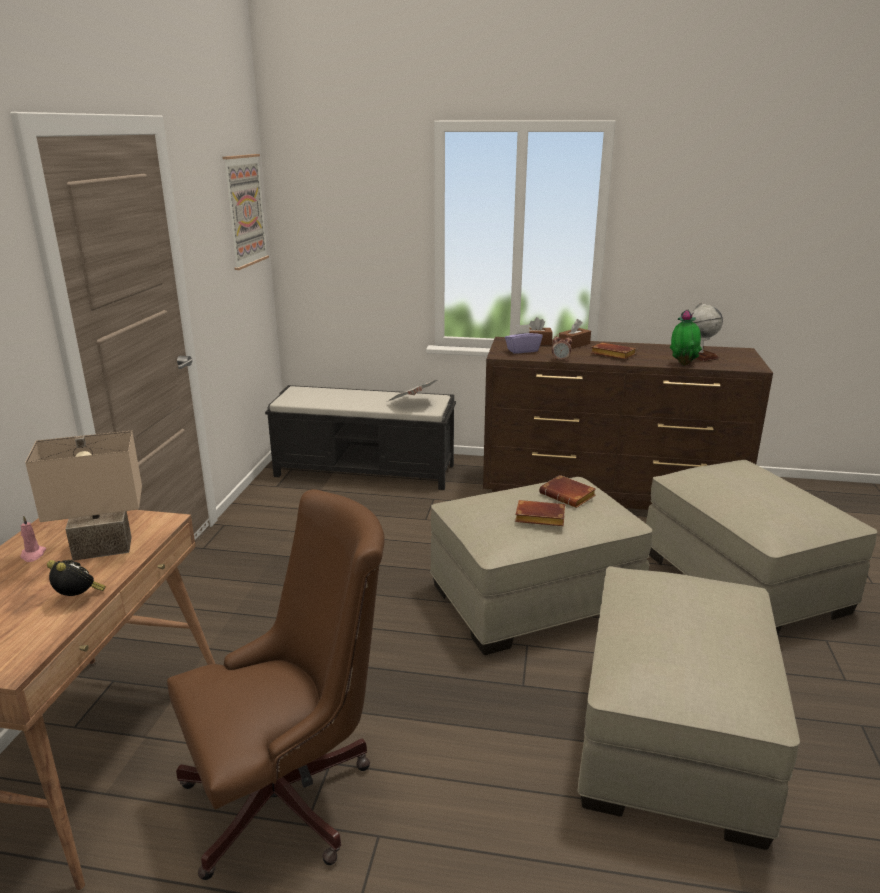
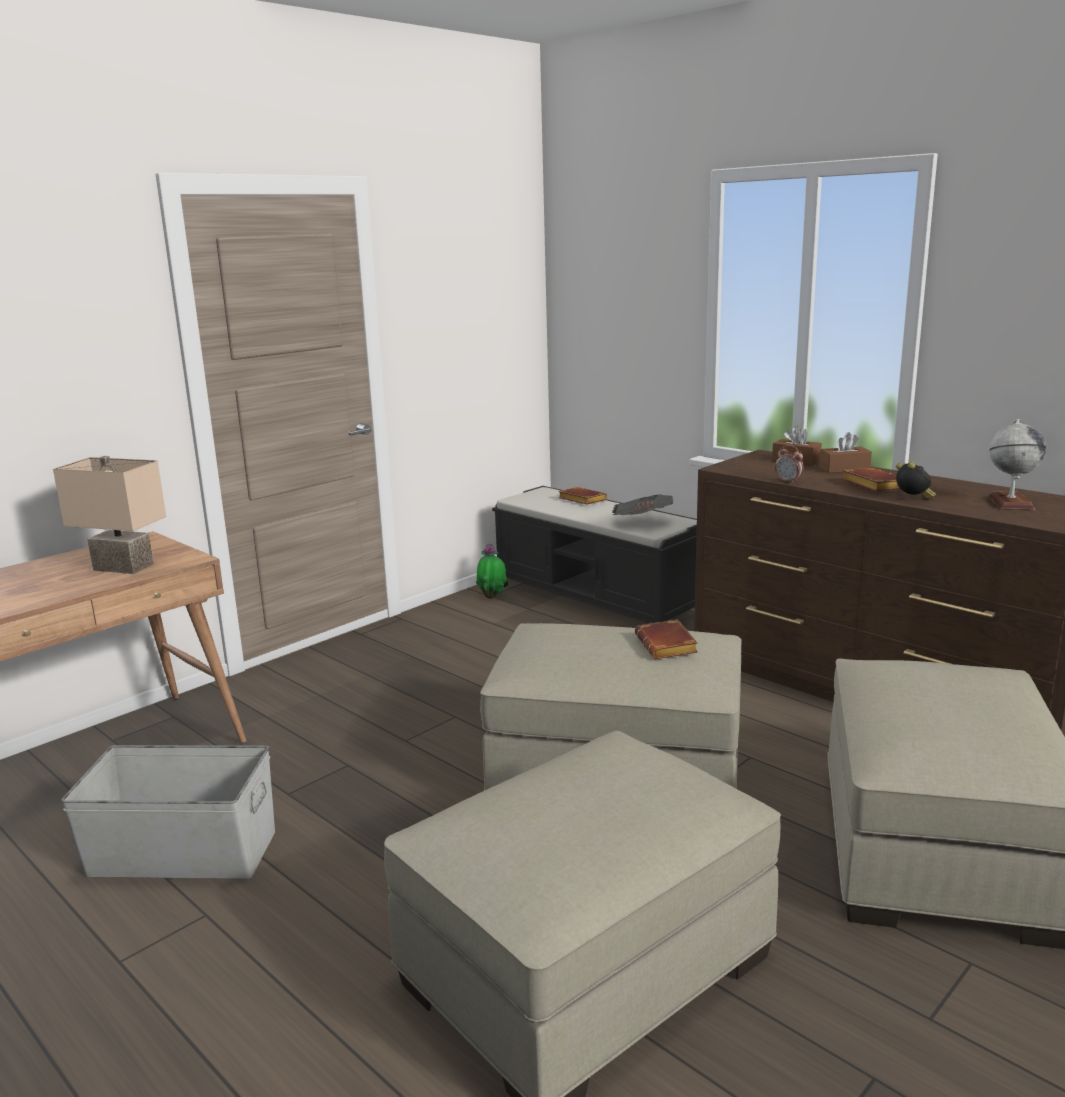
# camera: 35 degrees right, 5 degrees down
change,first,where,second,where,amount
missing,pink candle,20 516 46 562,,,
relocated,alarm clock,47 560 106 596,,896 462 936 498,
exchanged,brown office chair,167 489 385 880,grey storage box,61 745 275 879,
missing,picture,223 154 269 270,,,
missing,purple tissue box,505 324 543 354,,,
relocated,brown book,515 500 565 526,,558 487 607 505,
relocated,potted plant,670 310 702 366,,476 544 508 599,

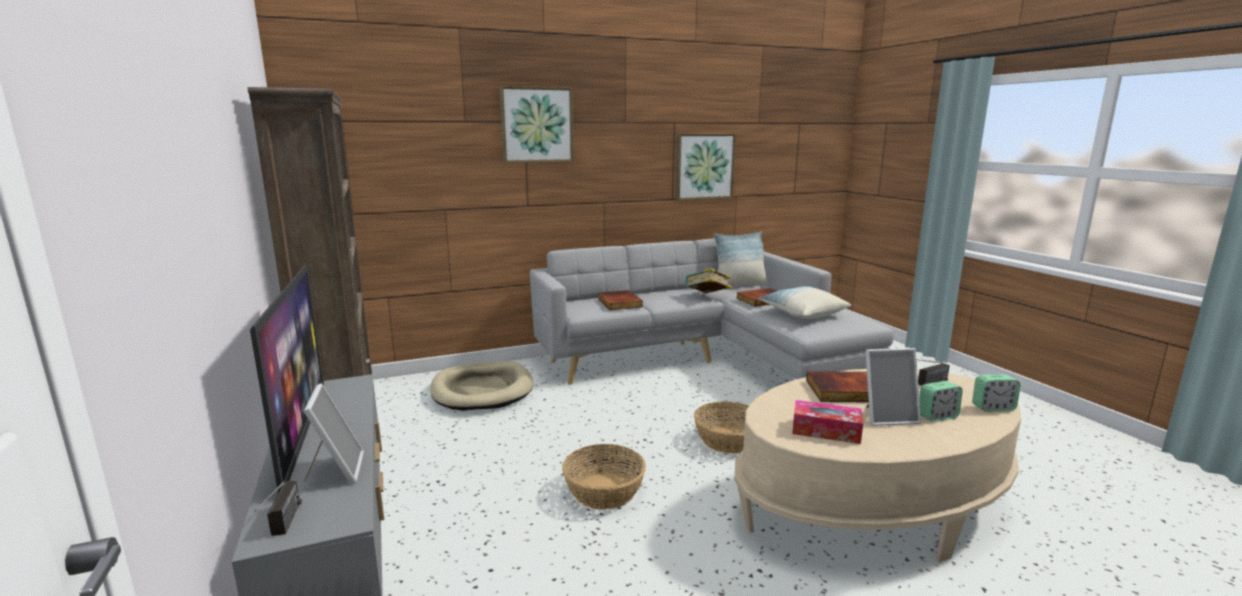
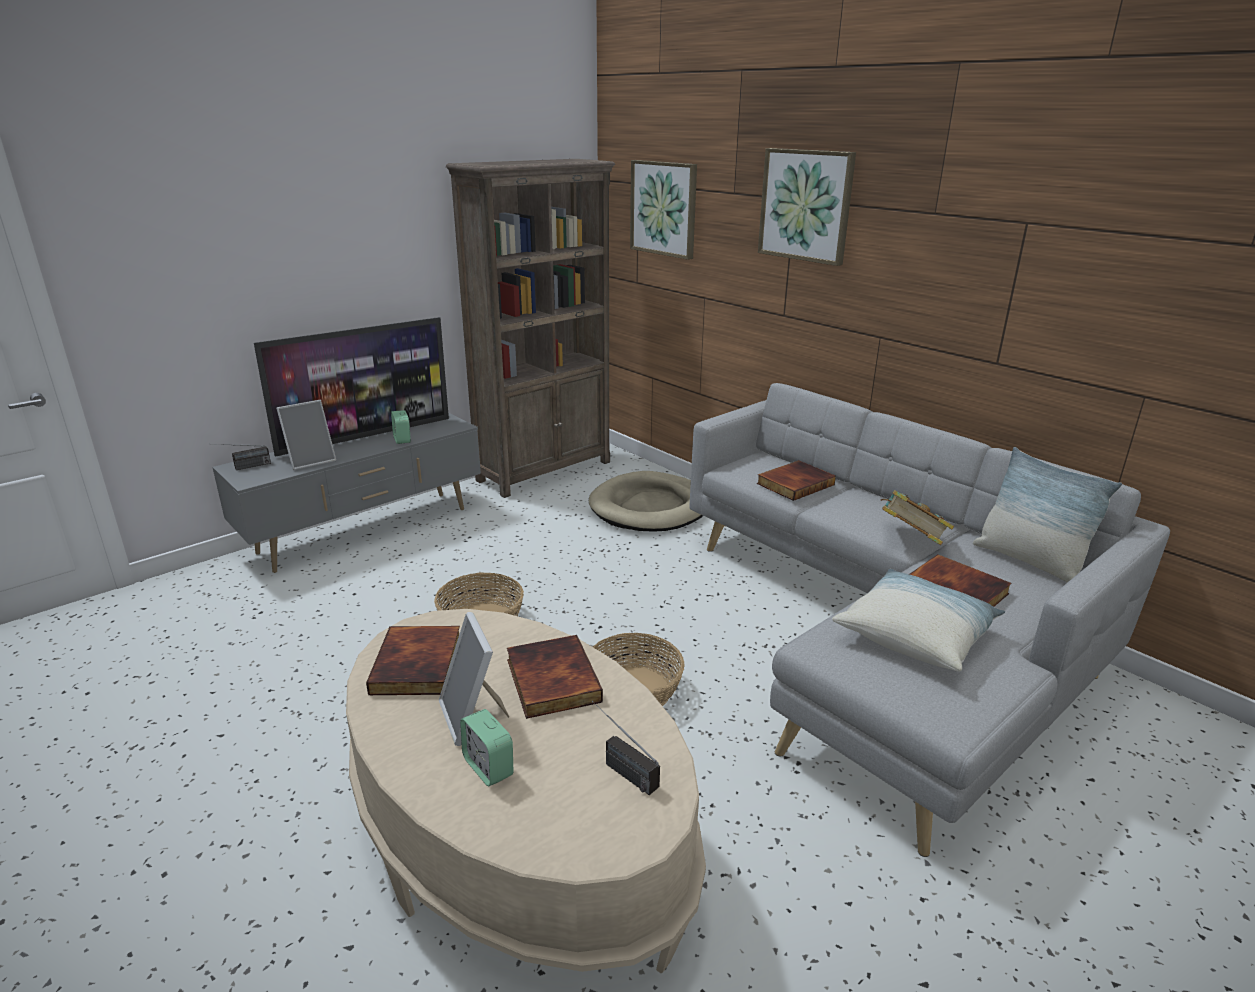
# camera: 70 degrees right, 10 degrees up
change,first,where,second,where,amount
relocated,picture,676 134 736 201,,630 160 697 260,
exchanged,tissue box,792 400 863 444,book,366 626 460 695,
relocated,alarm clock,972 374 1021 412,,391 410 411 444,

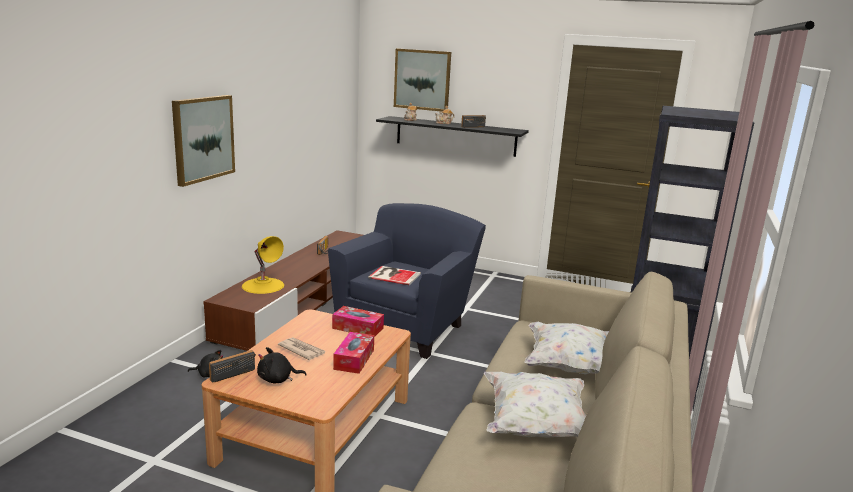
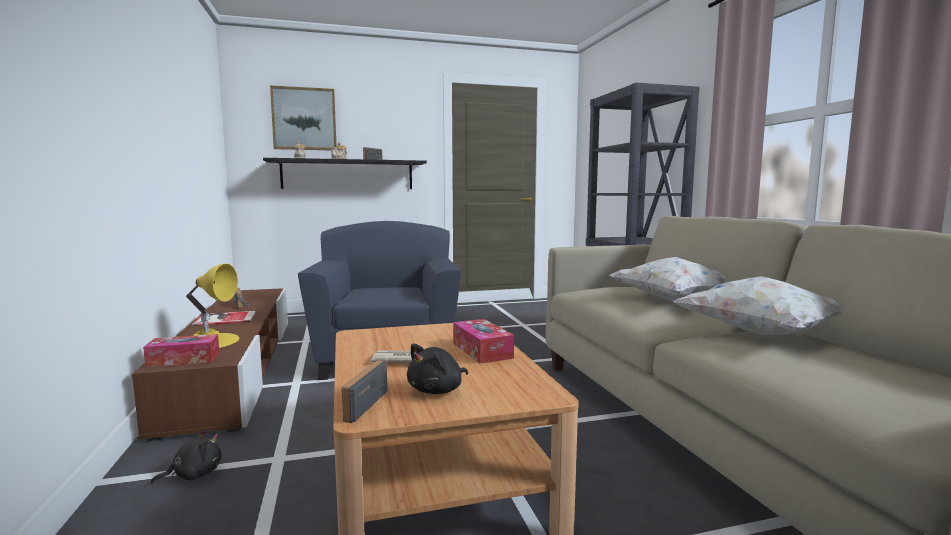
# camera: 35 degrees left, 10 degrees down
change,first,where,second,where,amount
missing,picture,172 95 235 187,,,
relocated,tissue box,332 306 384 337,,143 334 219 367,
relocated,book,368 266 421 285,,192 311 256 326,

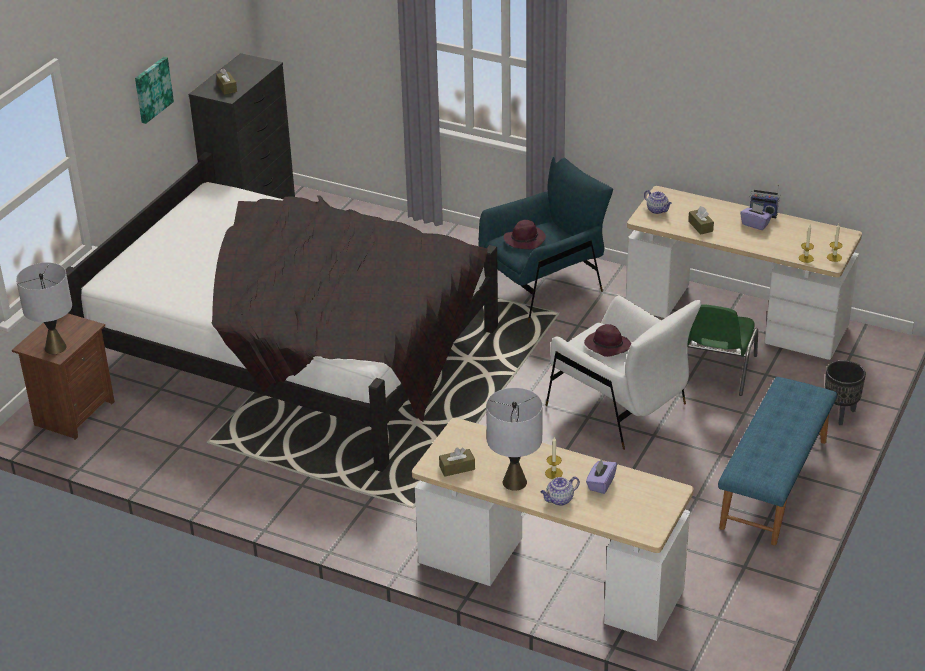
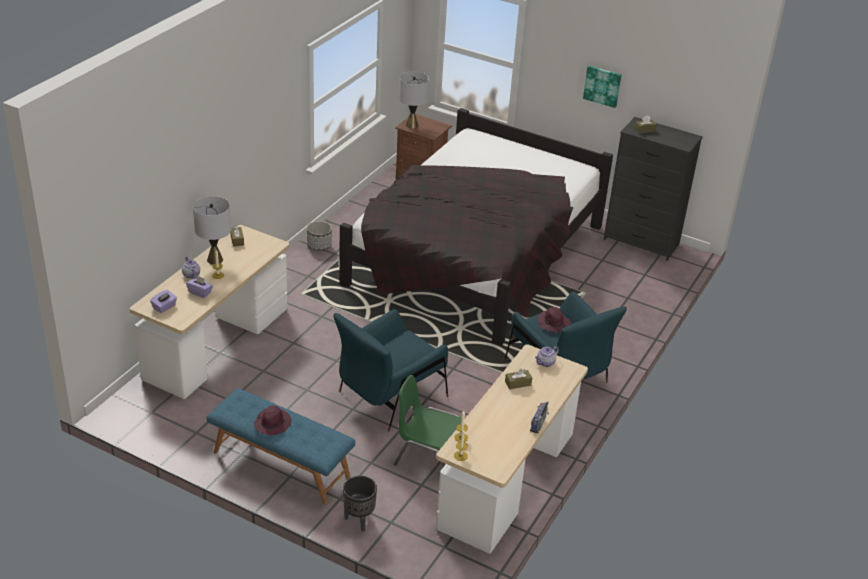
# camera: 90 degrees right, 0 degrees up
change,first,where,second,where,amount
colour,white armchair,545 296 701 450,blue armchair,334 309 448 431,
relocated,purple hat,584 324 631 357,,254 406 292 435,
relocated,purple tissue box,740 203 772 230,,150 290 177 313,
appeared,,,planter,307 221 332 251,

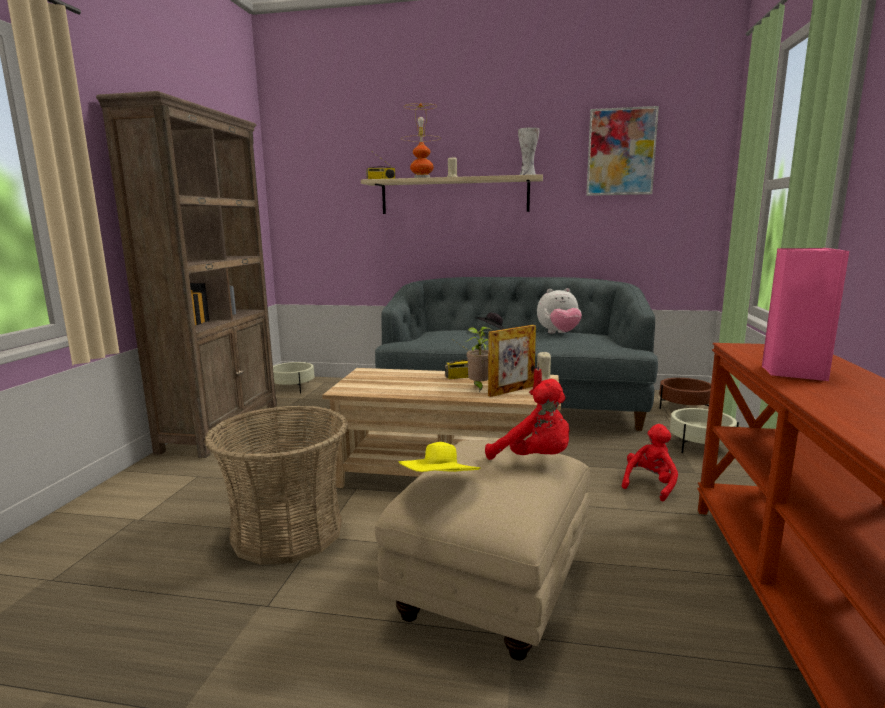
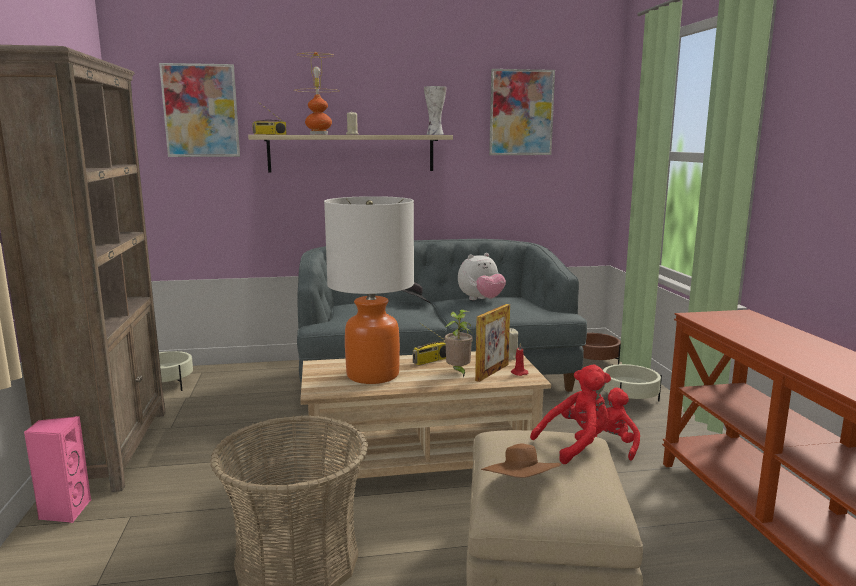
# camera: 20 degrees left, 0 degrees up
change,first,where,second,where,amount
colour,yellow hat,399 442 481 472,brown hat,481 443 561 478,
spun,red plush toy,485 379 569 460,,530 364 611 464,45 degrees counterclockwise
relocated,pink speaker,762 248 849 381,,24 416 91 523,
appeared,,,picture,159 63 240 157,
appeared,,,table lamp,324 196 414 384,

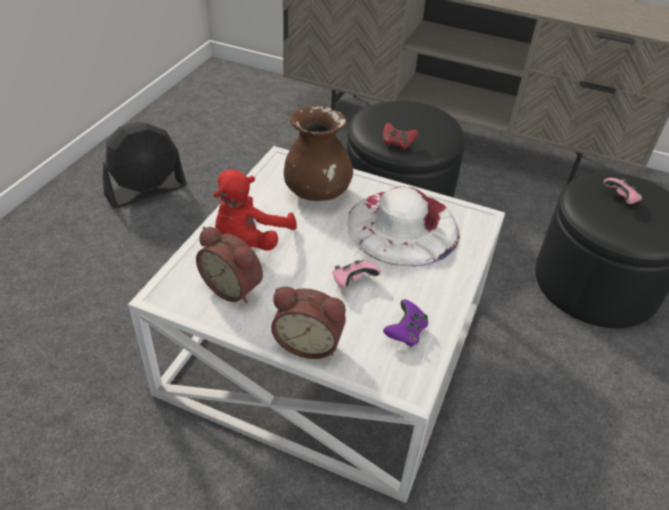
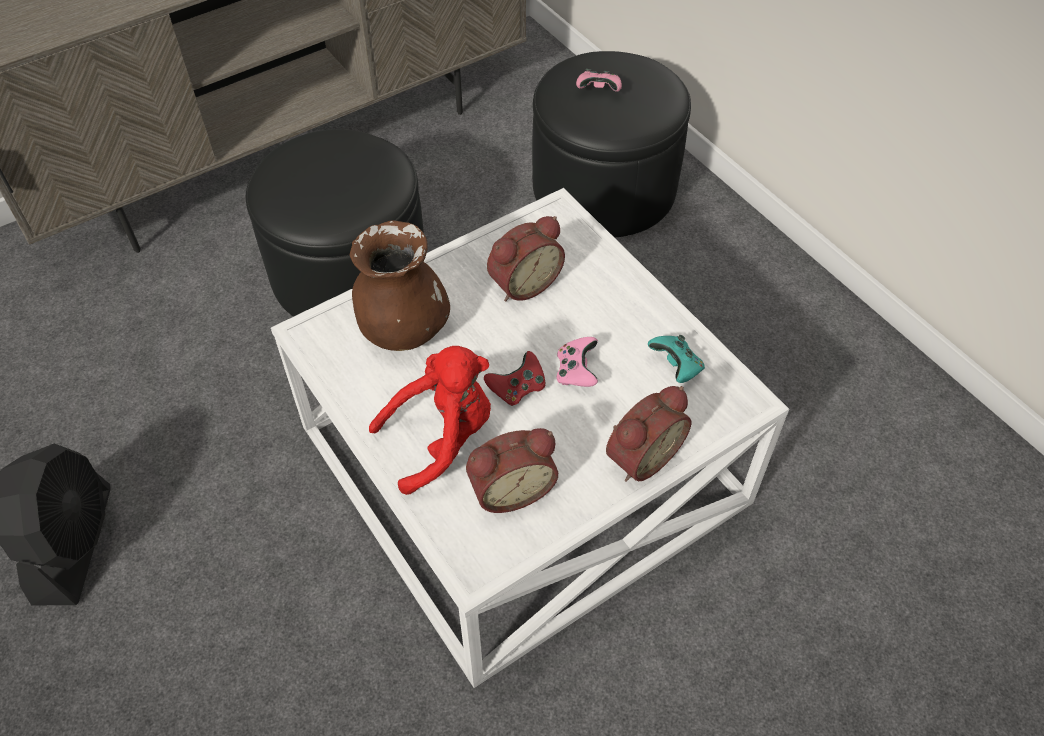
# camera: 55 degrees left, 10 degrees up
change,first,where,second,where,amount
spun,red plush toy,213 169 297 251,,369 346 491 495,90 degrees counterclockwise
exchanged,white hat,346 186 460 266,alarm clock,487 216 565 301,
relocated,red game controller,383 123 419 151,,484 351 546 406,
colour,purple game controller,383 299 428 347,turquoise game controller,648 335 705 383,

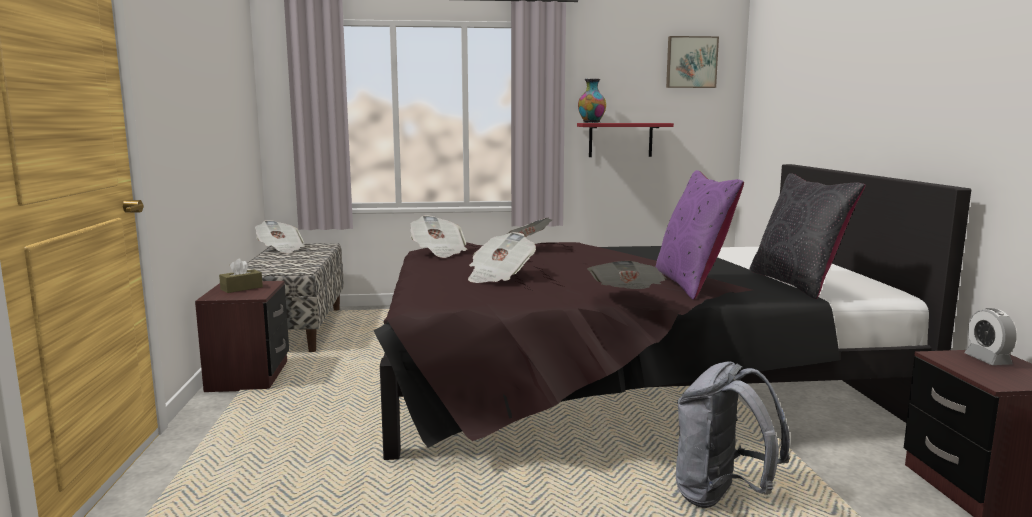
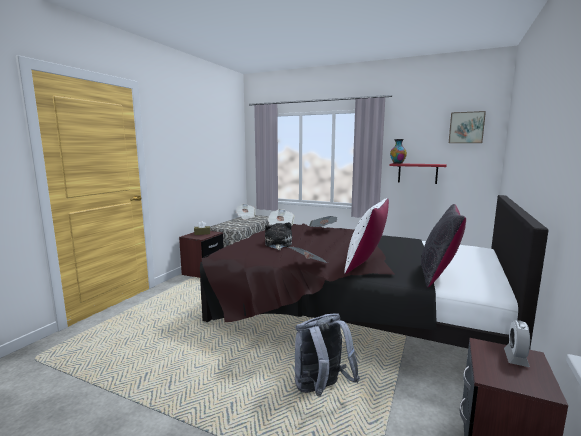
# camera: 30 degrees right, 0 degrees up
change,first,where,second,where,amount
exchanged,newspaper,468 232 536 283,plush toy,265 222 292 250,
colour,purple pillow,656 170 744 300,white pillow,345 198 389 274,

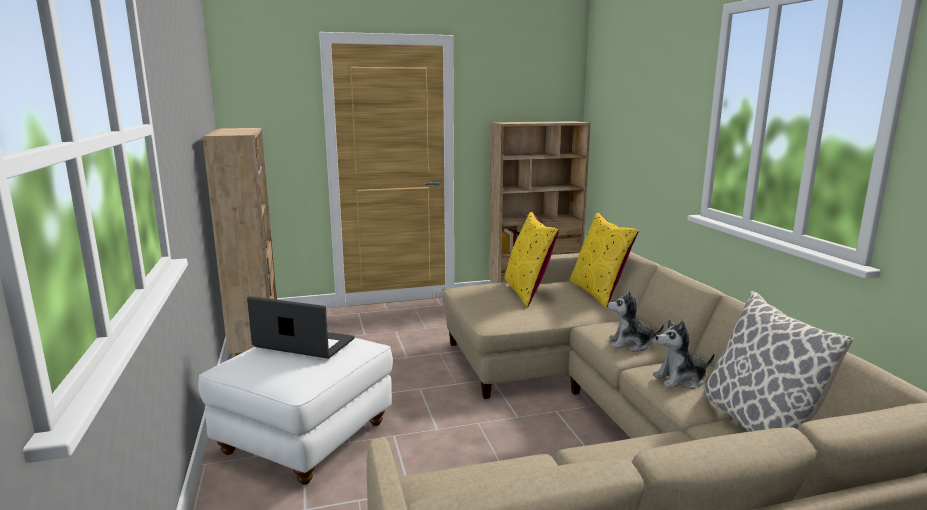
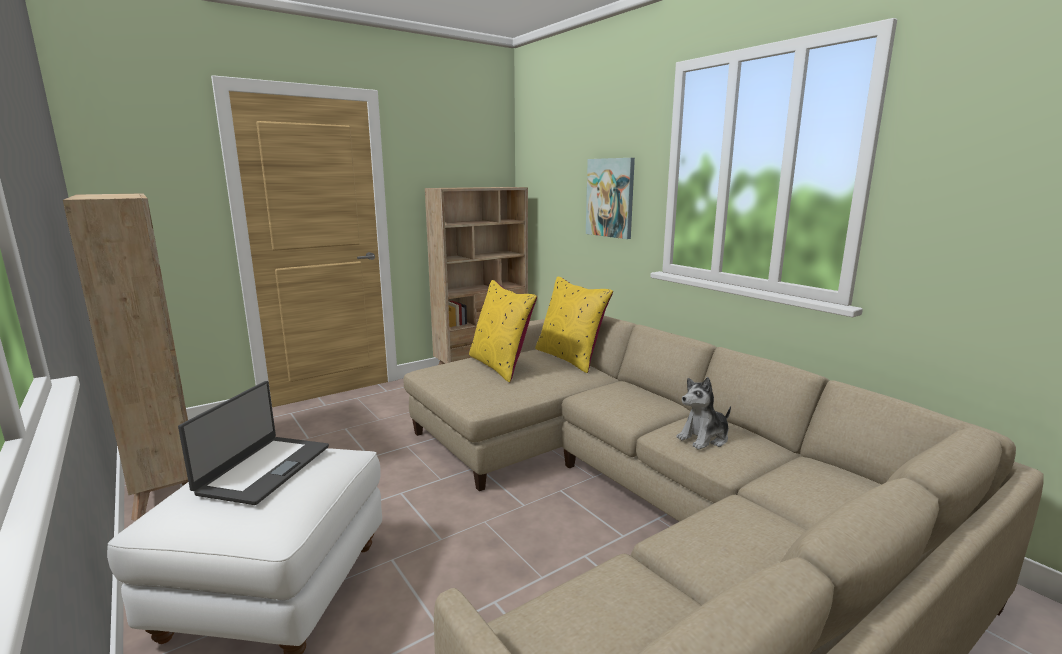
# camera: 20 degrees left, 0 degrees up
change,first,where,second,where,amount
spun,laptop,247 296 354 359,,178 381 329 505,105 degrees clockwise
missing,plush toy,608 291 664 351,,,
missing,pillow,703 291 853 432,,,
appeared,,,picture,586 158 635 239,

